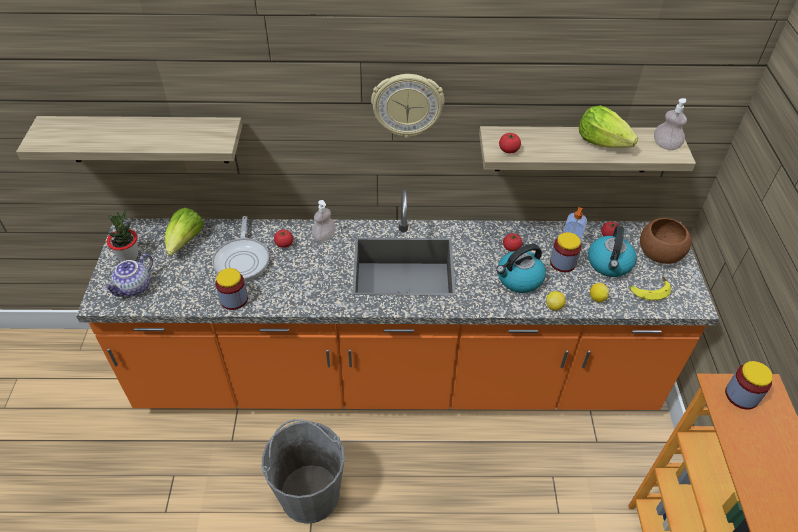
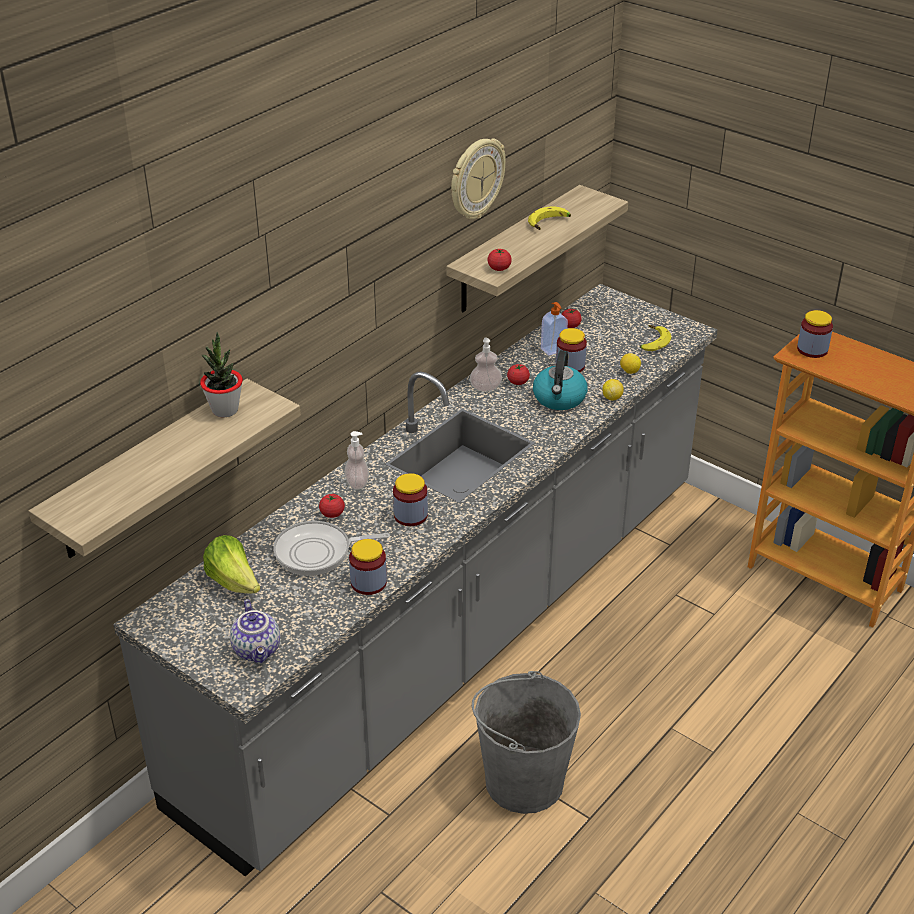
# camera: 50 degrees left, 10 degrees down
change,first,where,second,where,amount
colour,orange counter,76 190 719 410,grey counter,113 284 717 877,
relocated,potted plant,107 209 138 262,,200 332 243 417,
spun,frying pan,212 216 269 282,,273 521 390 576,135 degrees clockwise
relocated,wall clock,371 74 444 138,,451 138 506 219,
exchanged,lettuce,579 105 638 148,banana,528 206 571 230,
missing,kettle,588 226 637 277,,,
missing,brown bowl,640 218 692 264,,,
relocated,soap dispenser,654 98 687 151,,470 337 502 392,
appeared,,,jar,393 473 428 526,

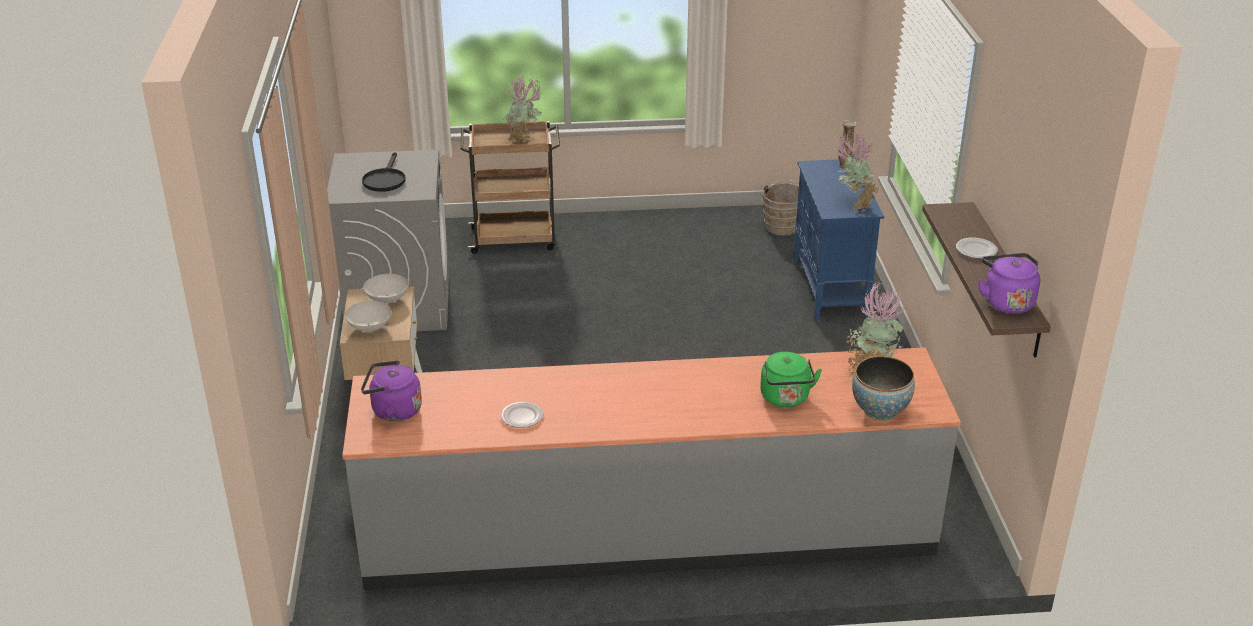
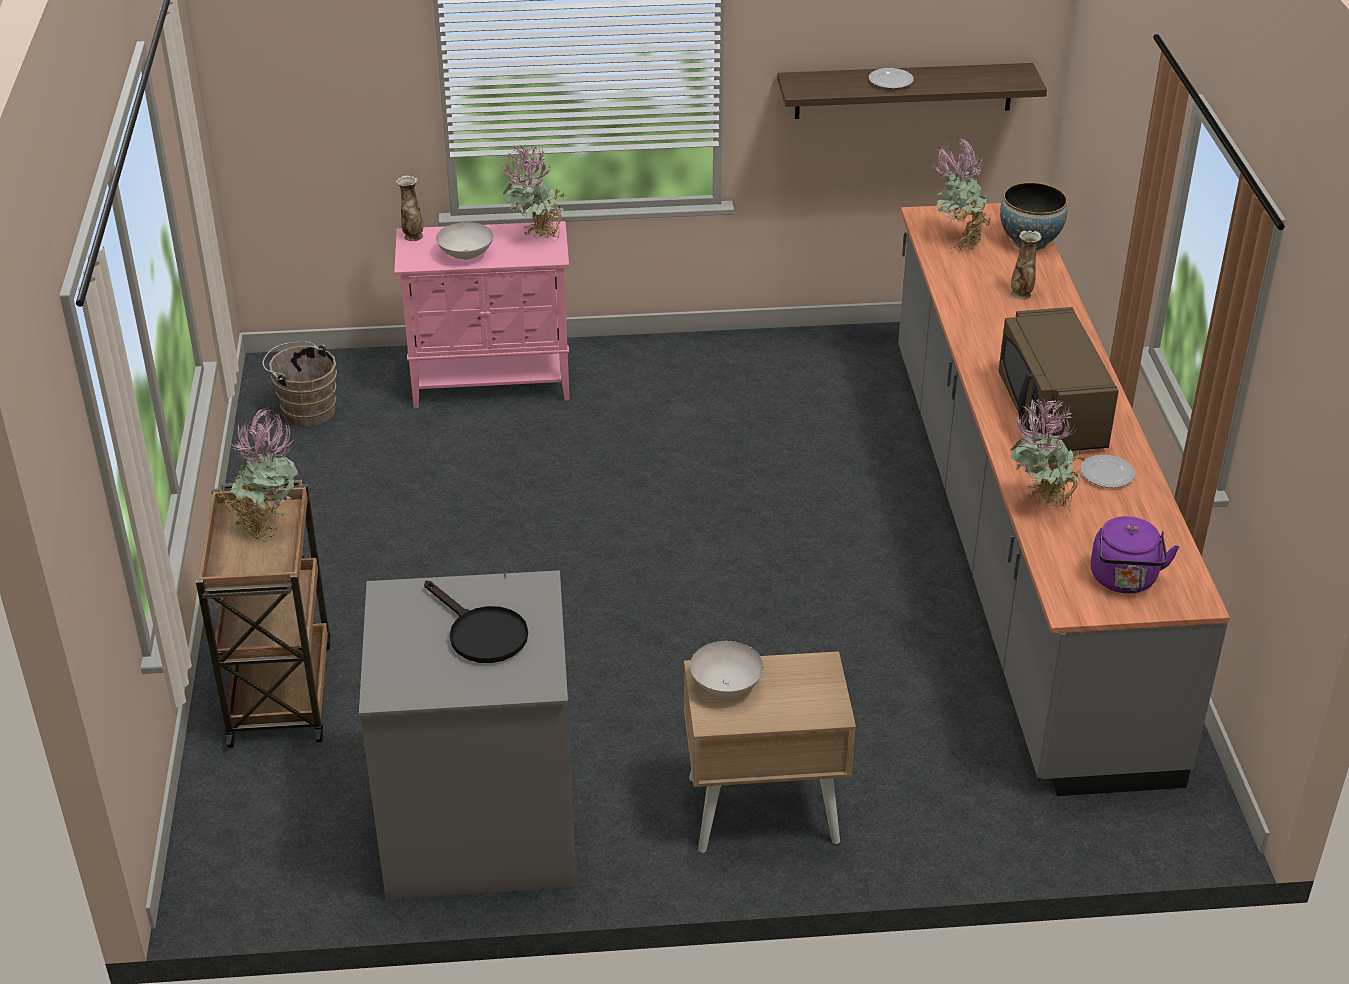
# camera: 90 degrees left, 5 degrees up
change,first,where,second,where,amount
relocated,white bowl,345 301 392 332,,436 222 493 260,
spun,black frying pan,362 152 405 192,,424 581 528 663,45 degrees clockwise
exchanged,green kettle,760 352 822 407,vase,1011 230 1042 300,
colour,blue cabinet,793 159 884 321,pink cabinet,394 221 570 408,
missing,purple kettle,978 253 1040 314,,,
appeared,,,brown microwave,998 307 1119 451,
appeared,,,potted plant,1010 399 1086 512,

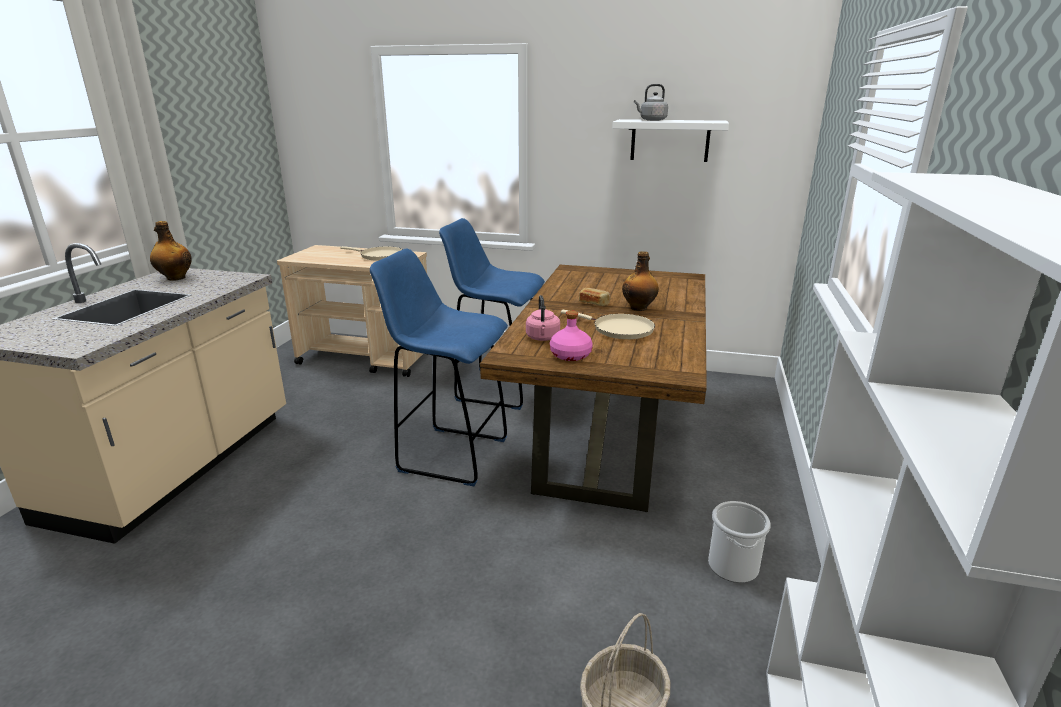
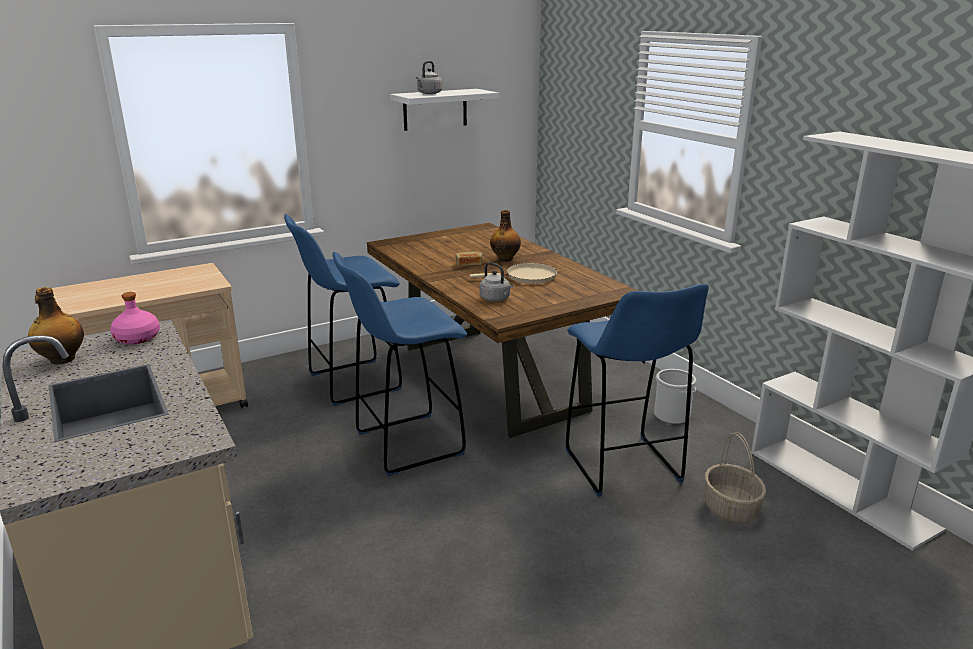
# camera: 45 degrees left, 0 degrees up
change,first,where,second,where,amount
missing,beige frying pan,340 246 403 261,,,
colour,pink kettle,526 295 560 341,grey kettle,480 262 513 301,
relocated,pink bottle,550 310 593 361,,110 292 160 344,
appeared,,,blue stool,565 284 709 497,

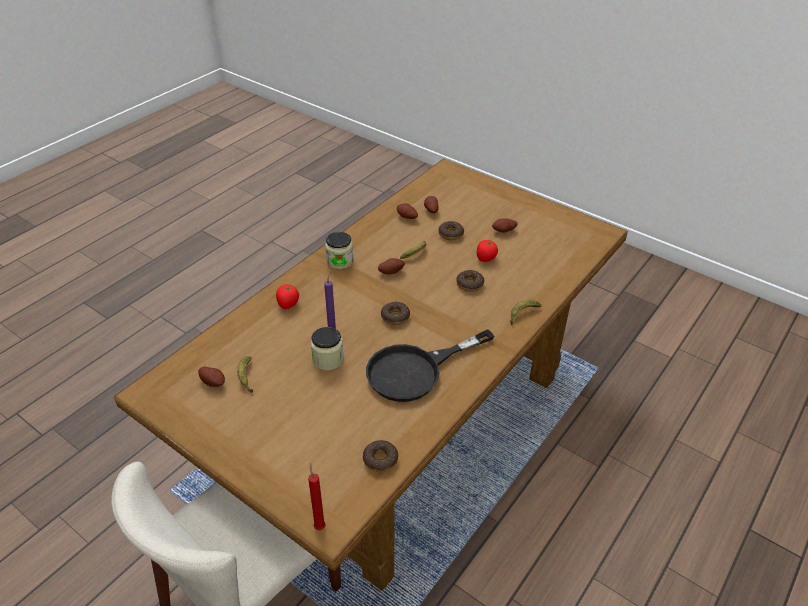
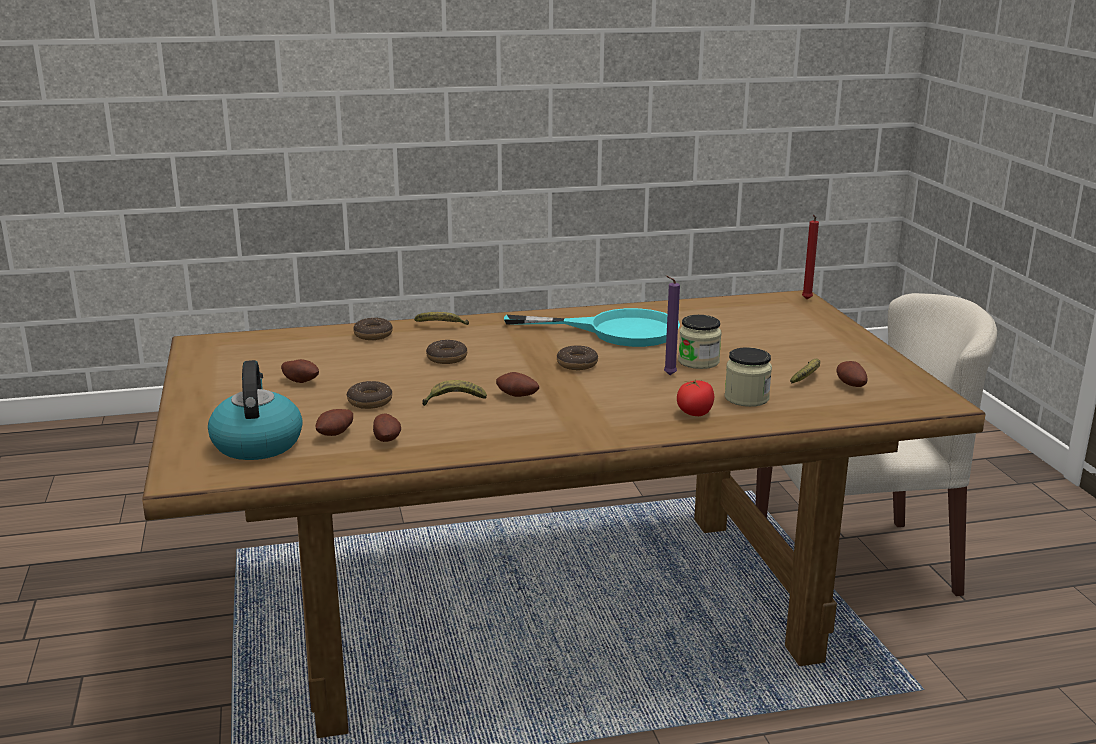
# camera: 140 degrees left, 20 degrees down
change,first,where,second,where,amount
relocated,jar,325 232 353 269,,725 347 772 407,
relocated,donut,363 440 398 472,,353 317 393 340,
colour,black frying pan,366 329 494 402,turquoise frying pan,504 308 680 347,
missing,tomato,477 240 498 262,,,
appeared,,,kettle,208 360 303 460,

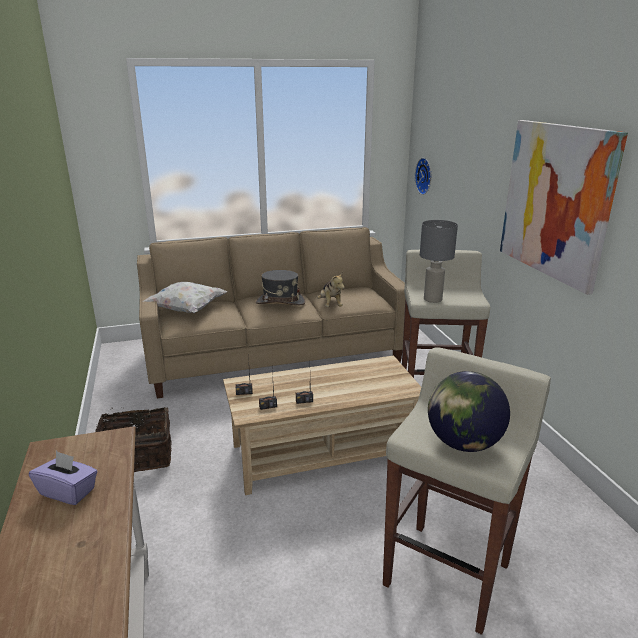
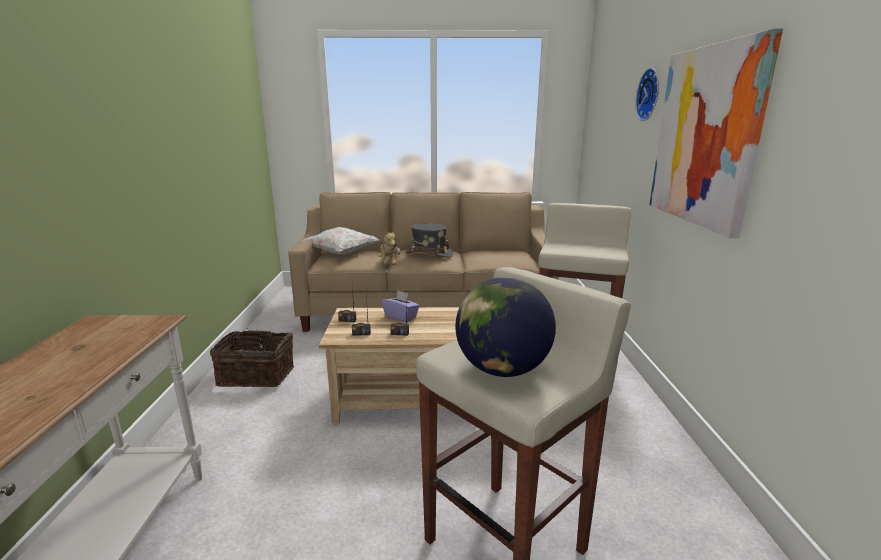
# camera: 15 degrees right, 5 degrees down
change,first,where,second,where,amount
relocated,purple tissue box,29 451 97 505,,382 291 420 322,
relocated,plush toy,317 272 345 307,,378 229 400 265,
relocated,wall clock,415 158 431 195,,635 68 659 121,
missing,grey table lamp,420 220 458 303,,,

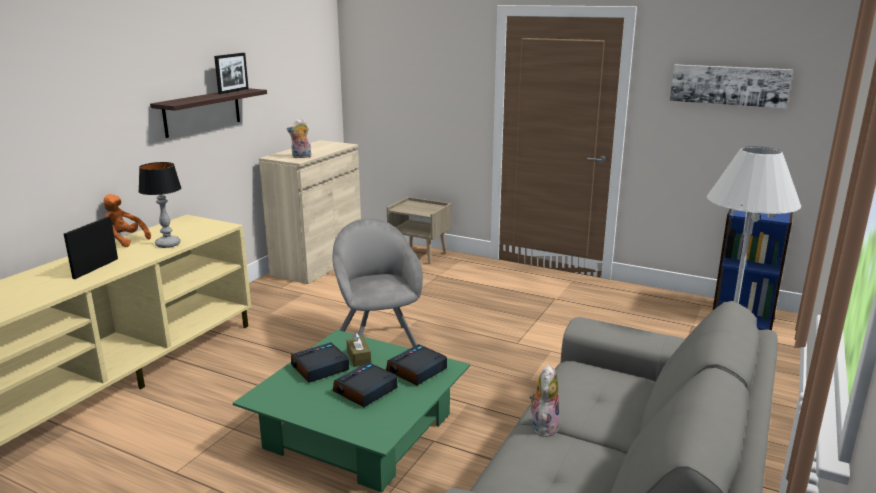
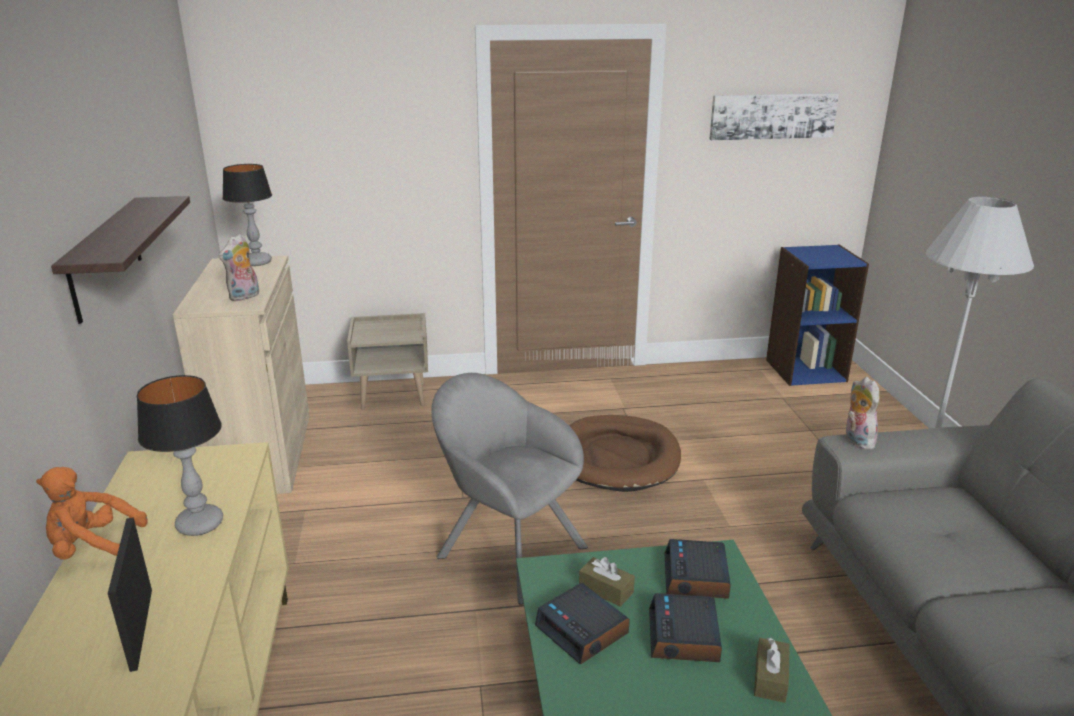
# camera: 35 degrees left, 5 degrees up
change,first,where,second,where,amount
missing,picture frame,214 53 249 94,,,
spun,alarm clock,291 342 349 383,,535 583 630 665,60 degrees counterclockwise
relocated,plush toy,529 364 560 437,,846 377 880 450,
appeared,,,table lamp,222 164 272 266,
appeared,,,brown dog bed,569 415 681 492,
appeared,,,brown tissue box,754 638 790 703,

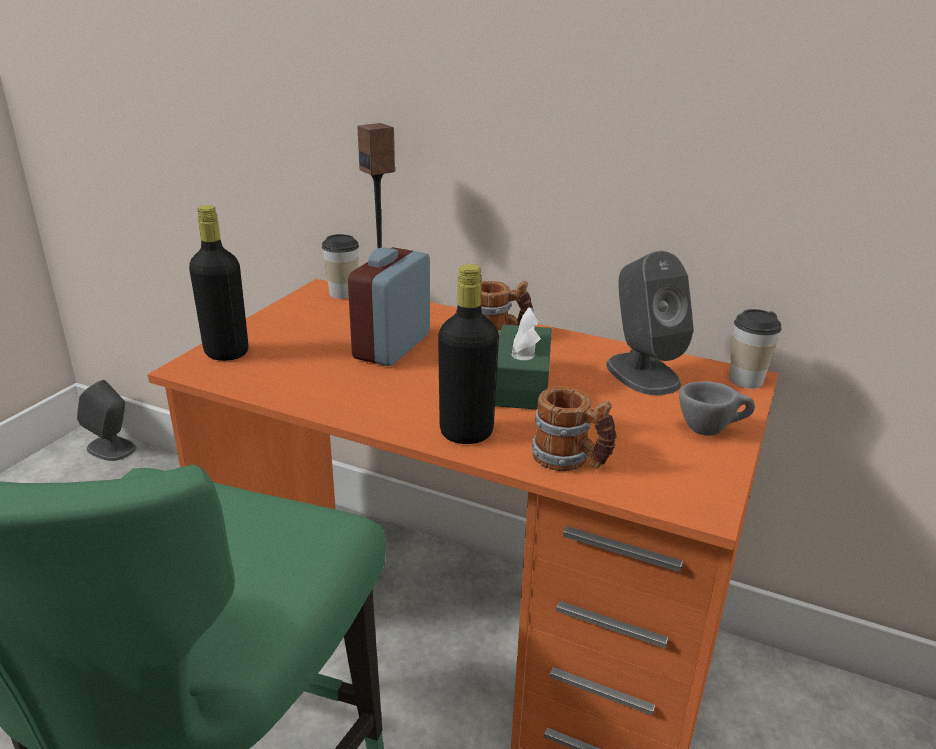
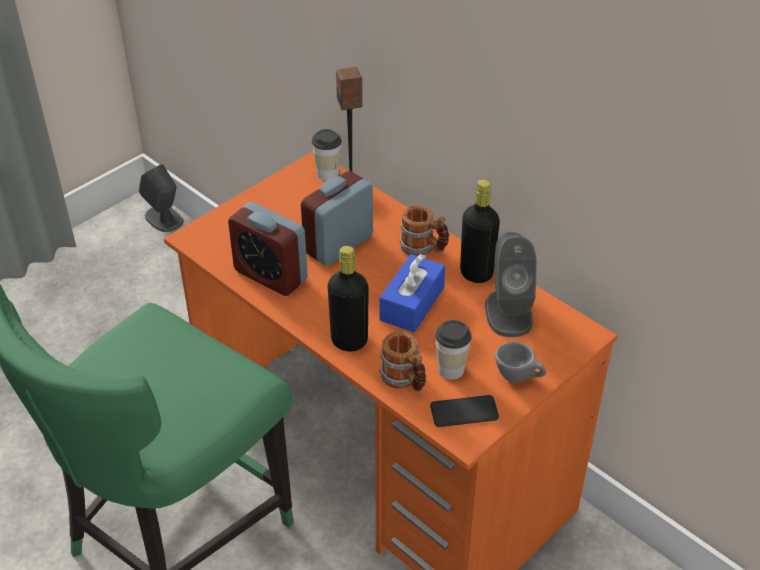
# camera: 20 degrees right, 15 degrees up
change,first,where,second,where,amount
relocated,black bottle,189 205 249 361,,460 180 500 283,
colour,green tissue box,495 307 552 410,blue tissue box,379 254 445 332,
relocated,cup,729 309 781 389,,435 320 472 380,
appeared,,,alarm clock,228 202 308 296,
appeared,,,phone,430 395 499 427,

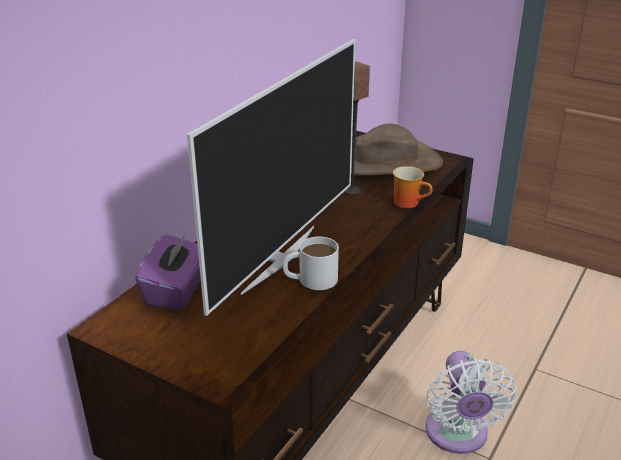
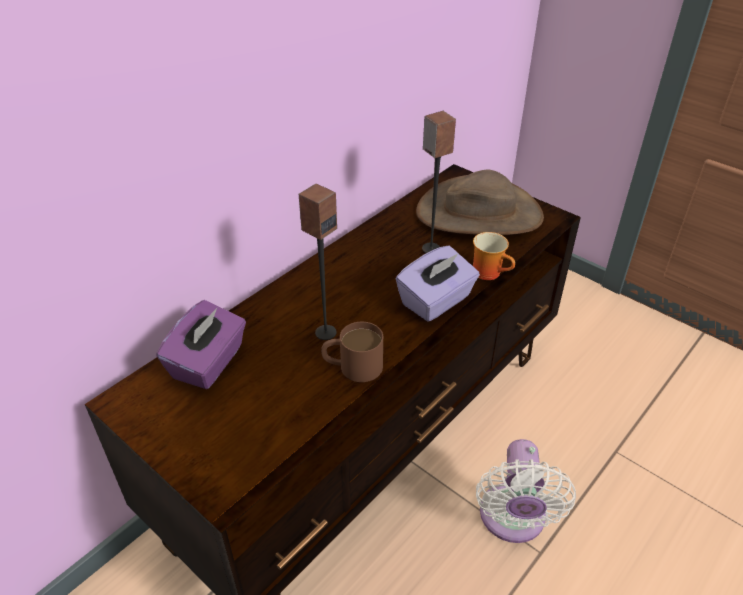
# camera: 10 degrees right, 10 degrees up
change,first,where,second,where,amount
exchanged,television,187 39 355 316,speaker,299 184 337 340,
colour,white mug,283 236 339 290,brown mug,321 322 383 382,
appeared,,,purple tissue box,396 246 480 322,

